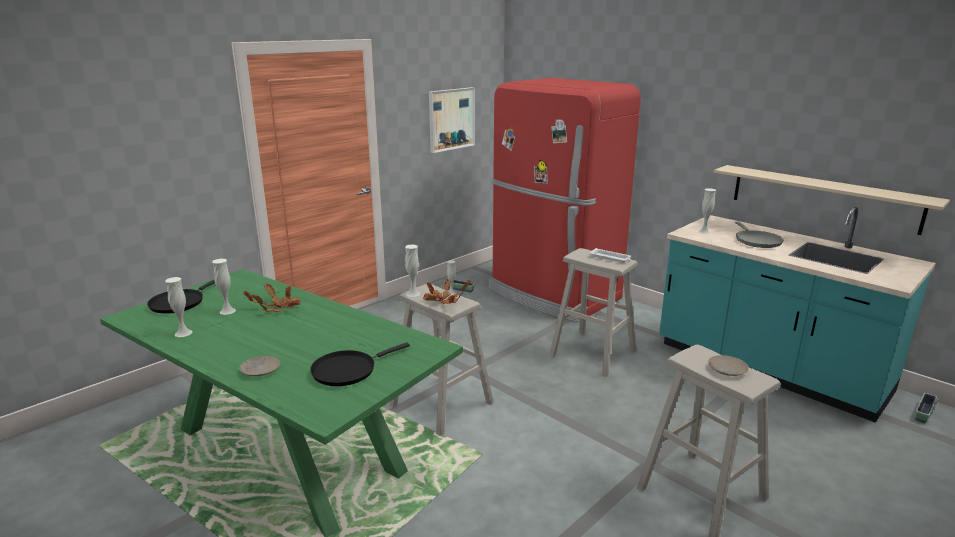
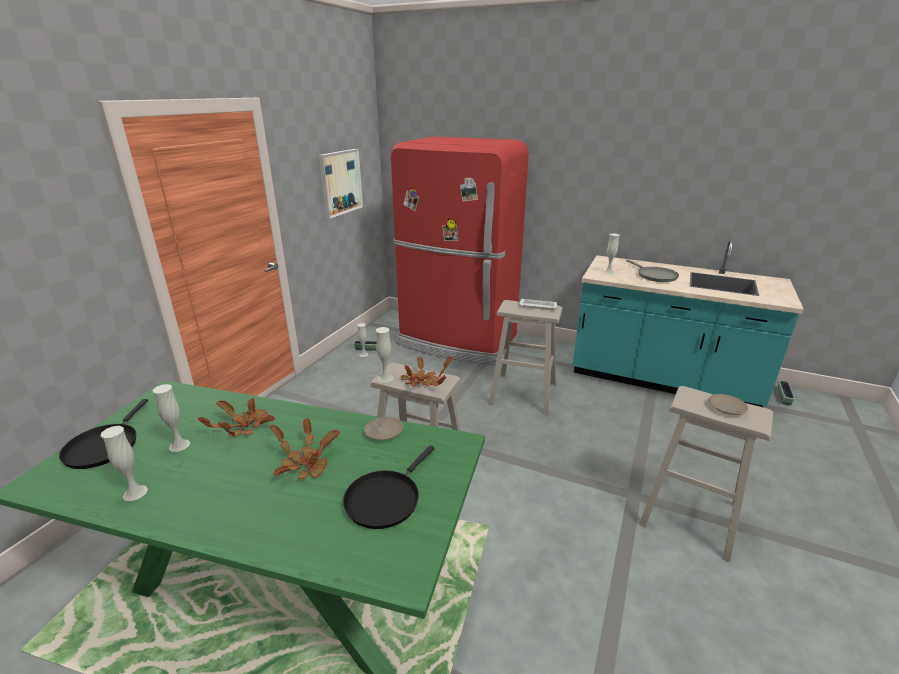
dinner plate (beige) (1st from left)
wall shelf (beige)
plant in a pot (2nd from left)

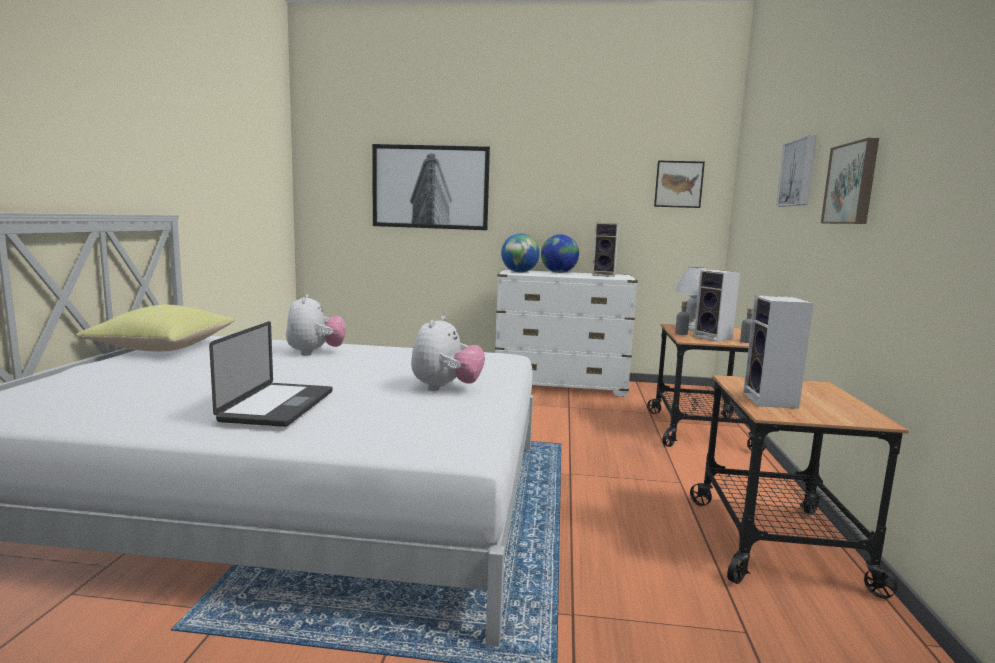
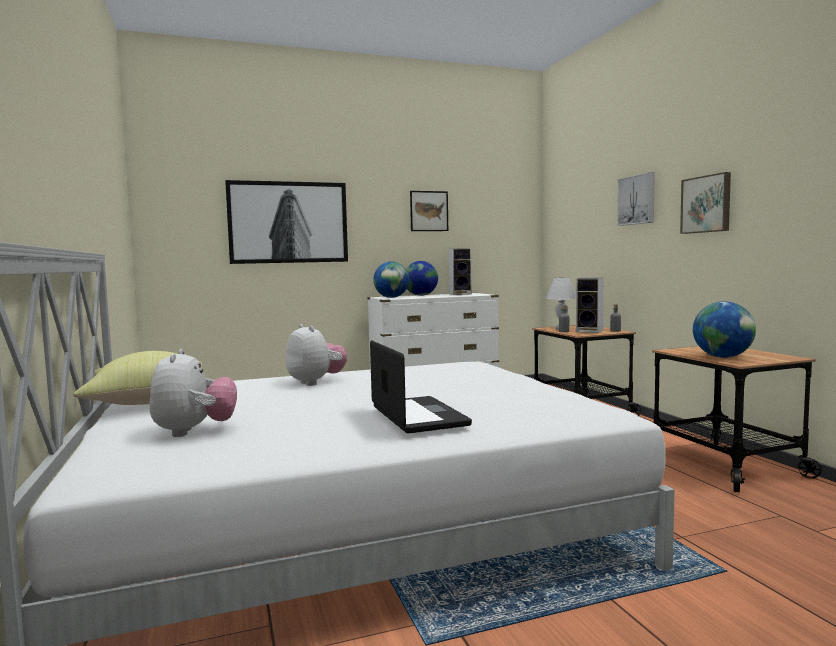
soft toy (1st from left)
picture (2nd from left)
desk globe (3rd from left)

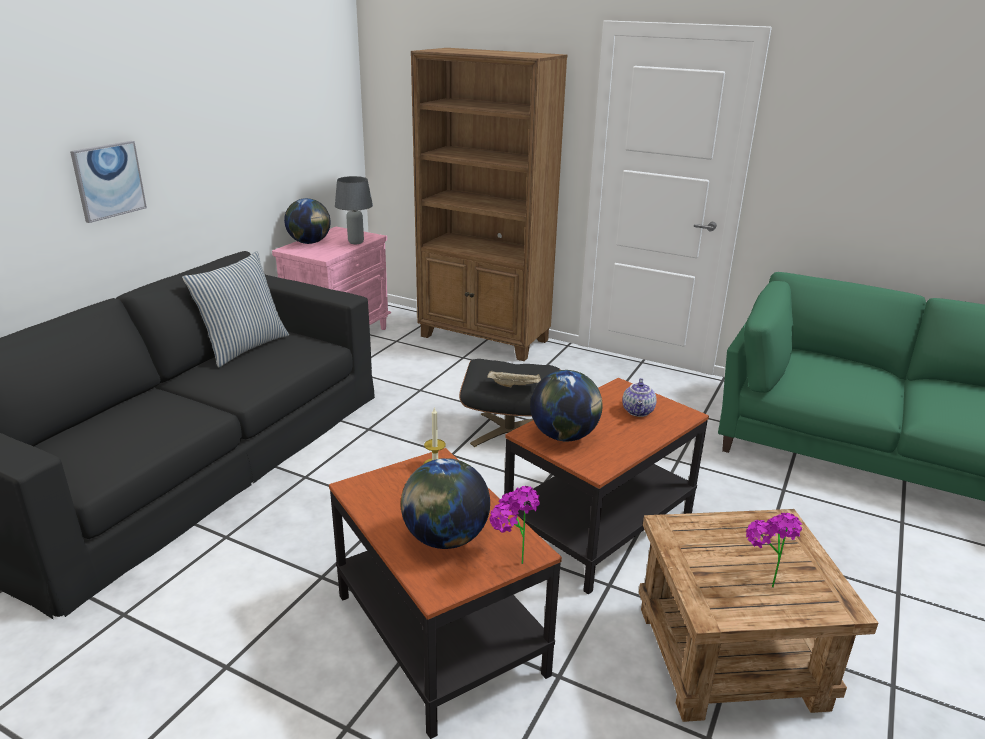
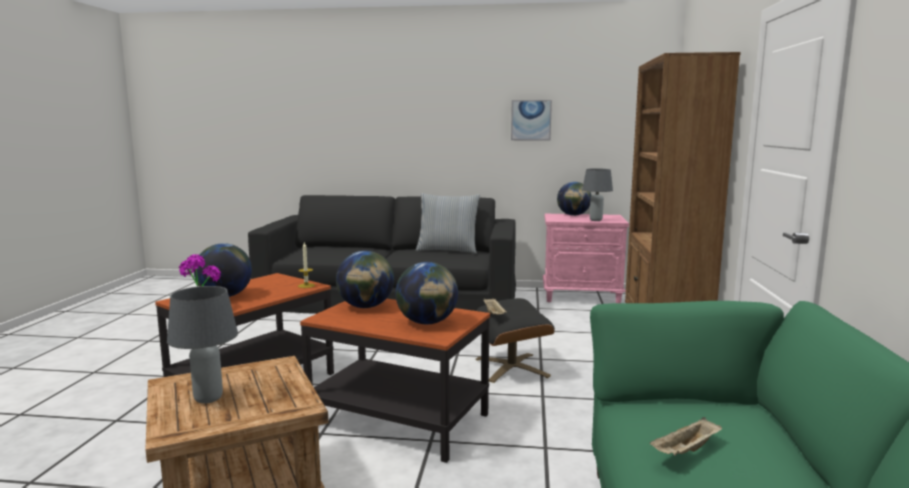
picture
desk globe (3rd from left)
tabletop lamp (gray) (1st from left)
serving tray (beige) (2nd from left)

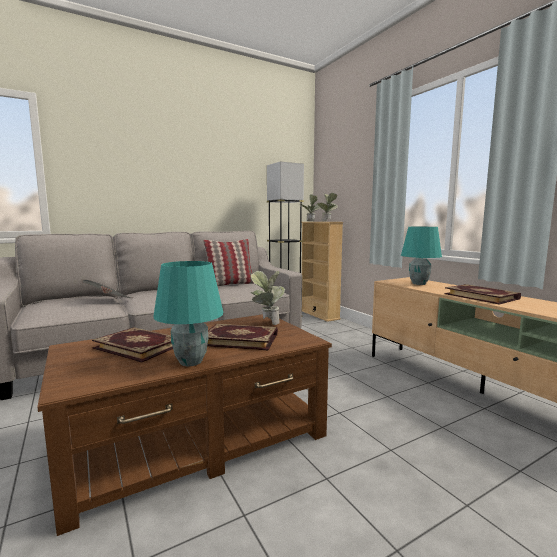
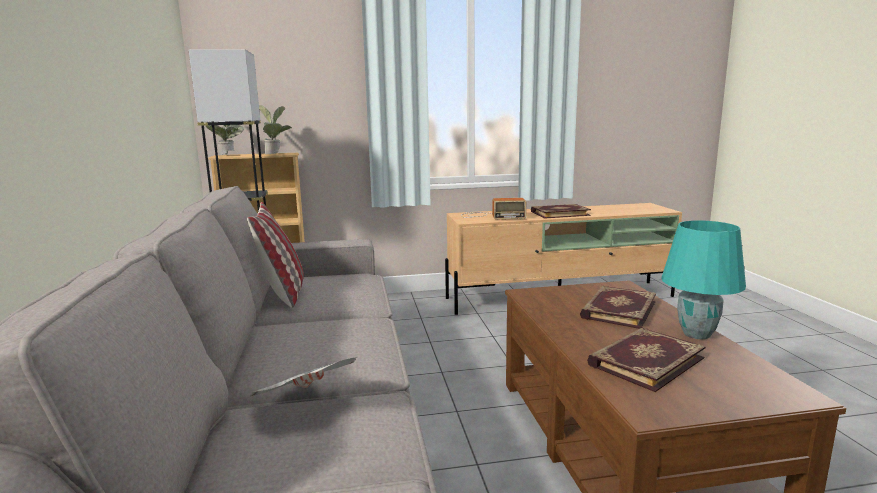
plant in a pot (1st from left in the first image)
radio set

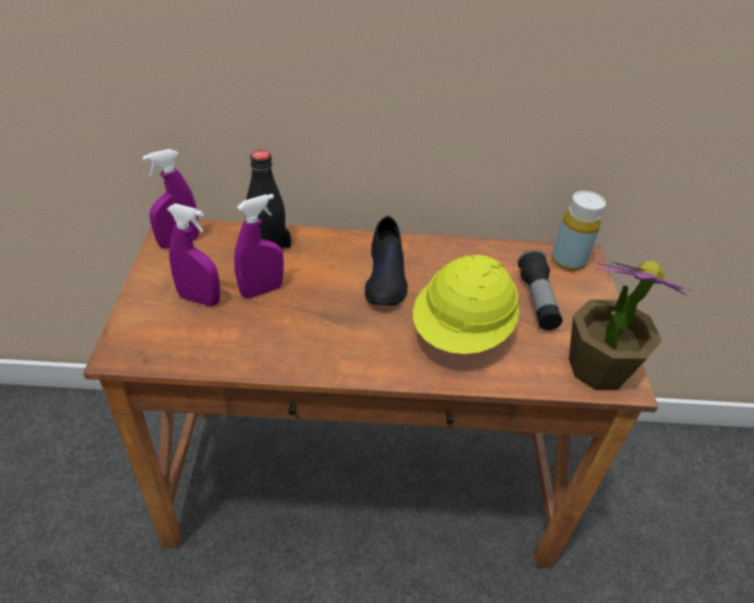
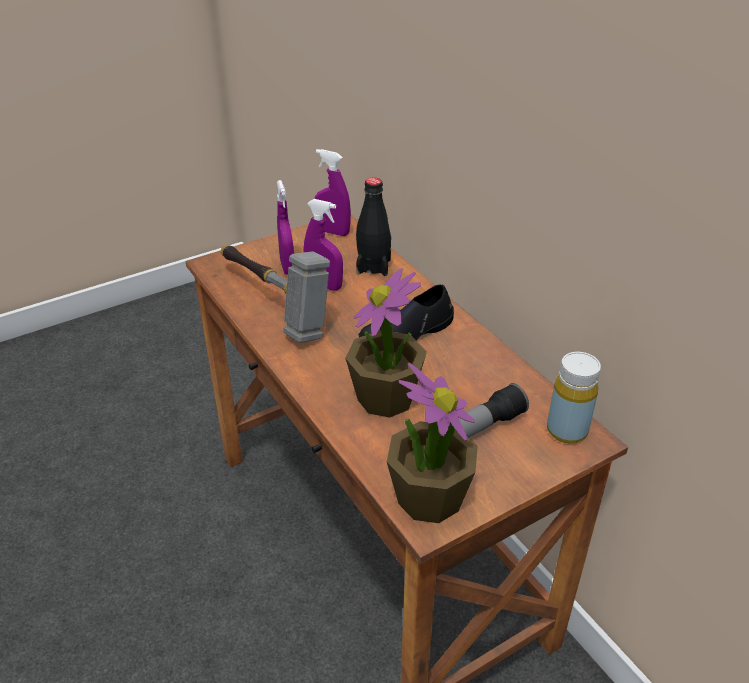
plant in a pot (1st from left)
tool hammer

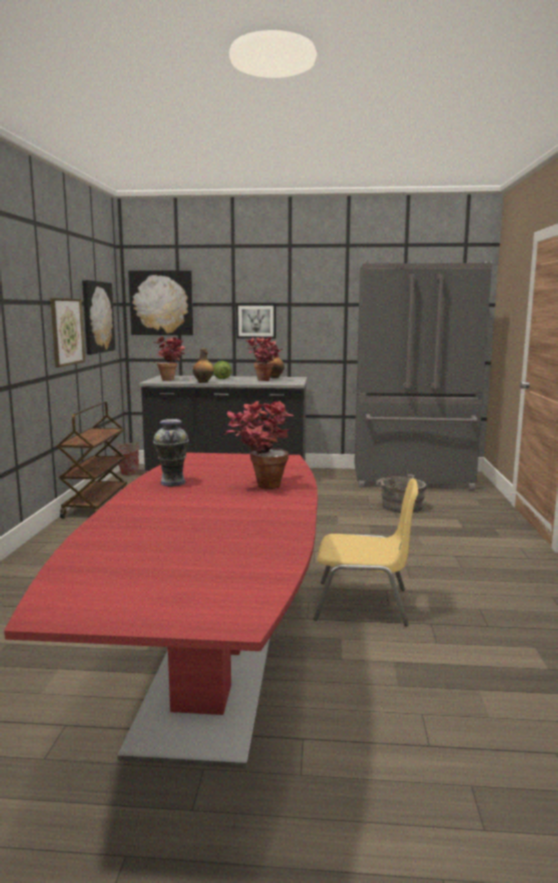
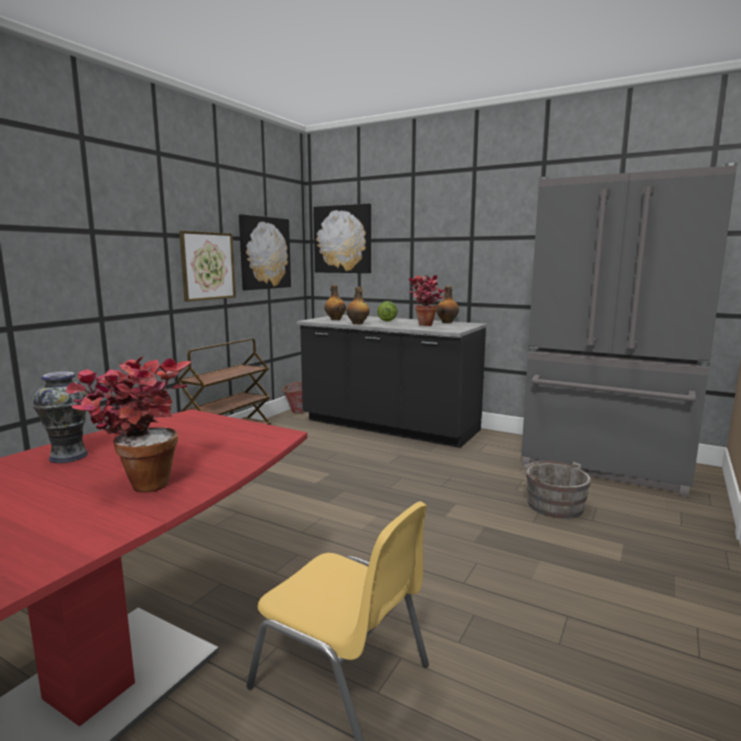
drink bottle (1st from left)
picture (4th from left in the first image)

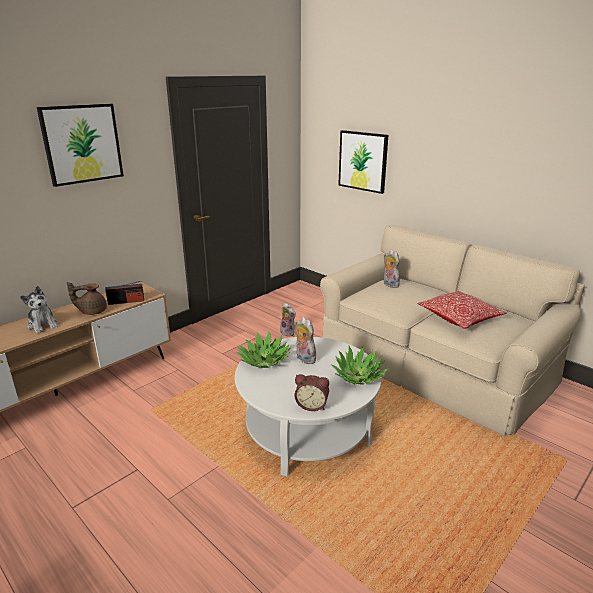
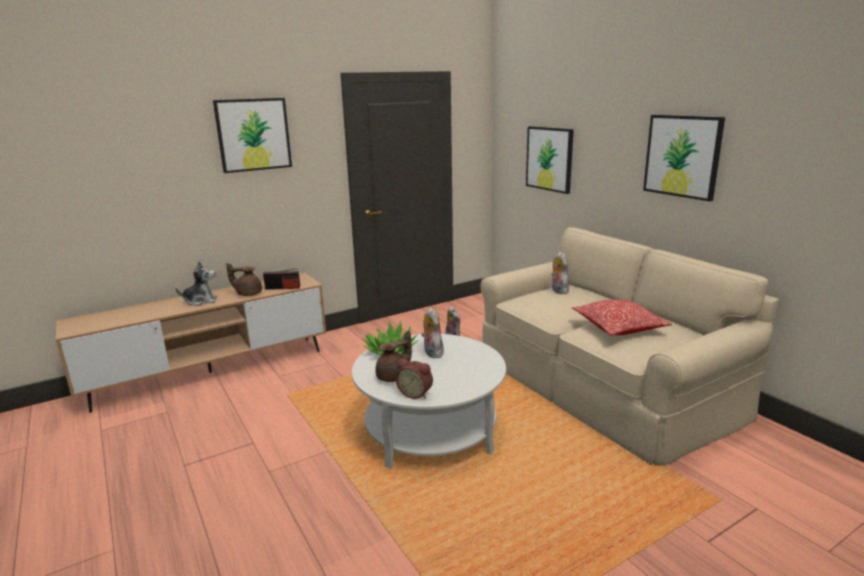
soft toy (1st from left)
plant in a pot (2nd from left in the first image)
teapot (brown-coloured) (2nd from left)
picture (3rd from left)

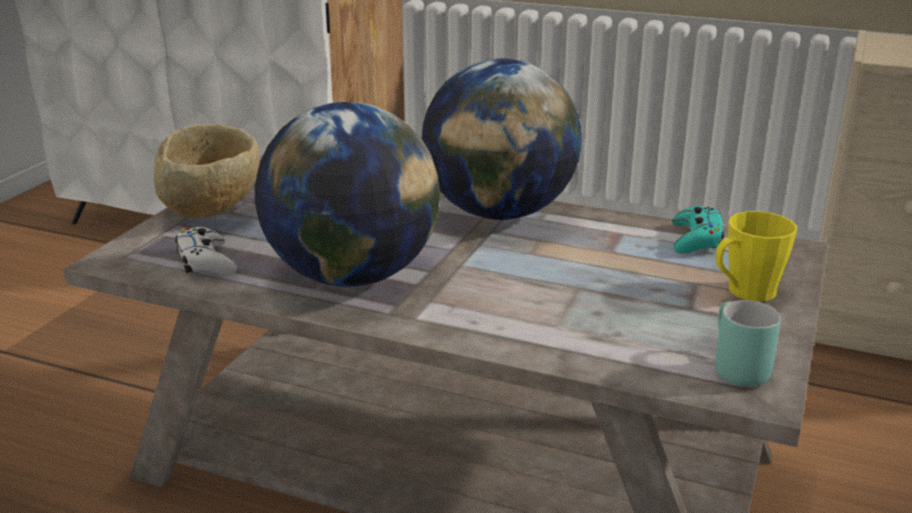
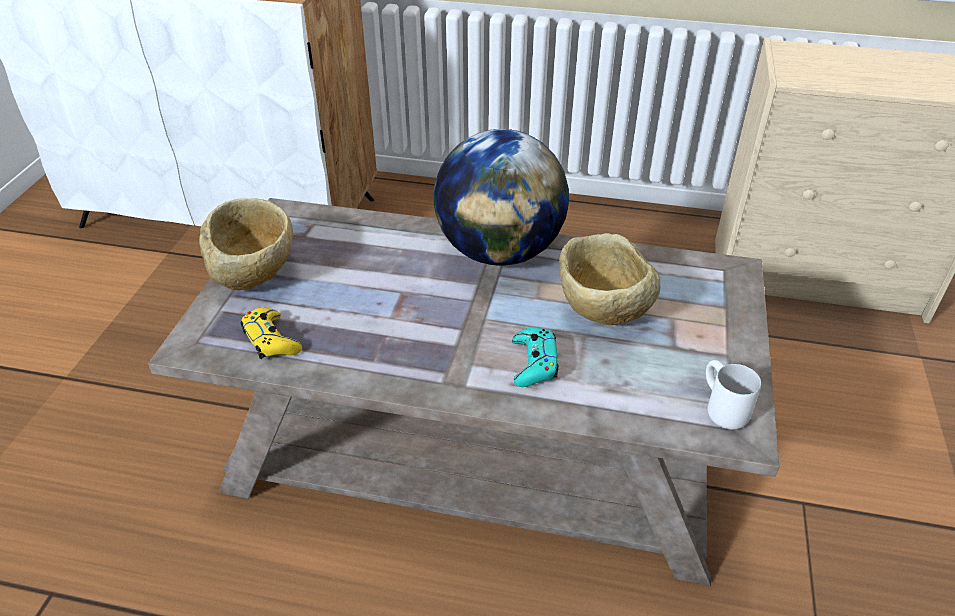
game controller (yellow)
desk globe (1st from left in the first image)
game controller (turquoise-coloured)
tea mug (yellow)
tea mug (whitish)
serving bowl (beige) (2nd from left)

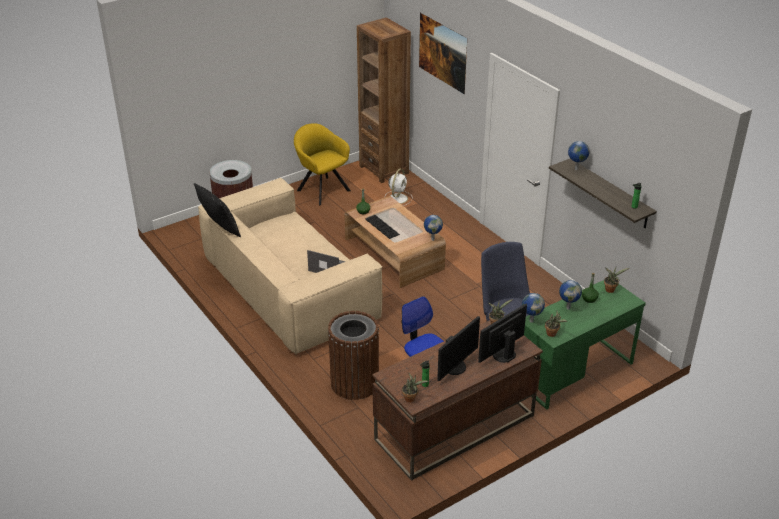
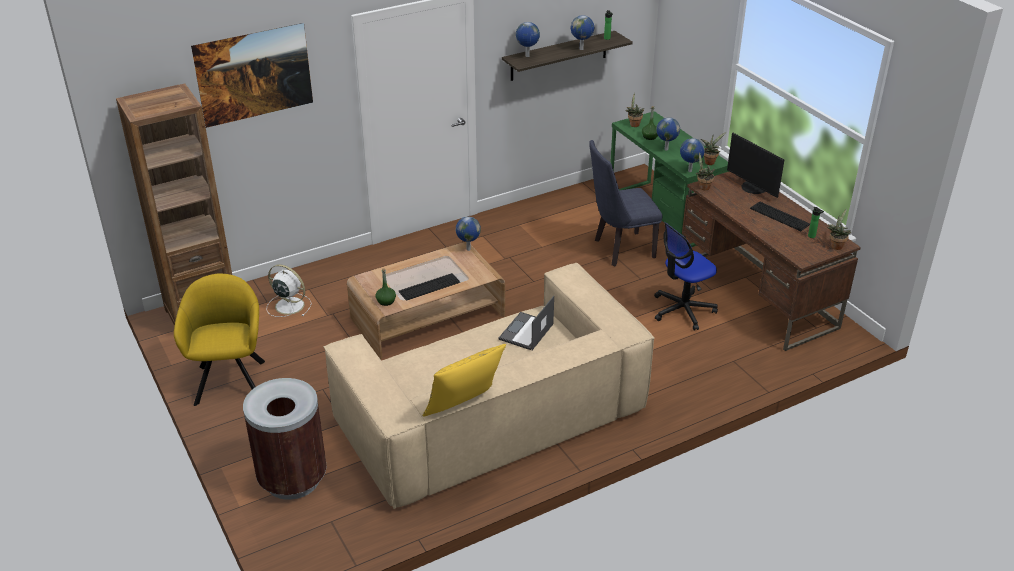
throw pillow (yellow)
lounge chair (yellow)
waste bin (brown-coloured) (2nd from left in the first image)
computer keyboard (2nd from left)
desk globe (3rd from left)

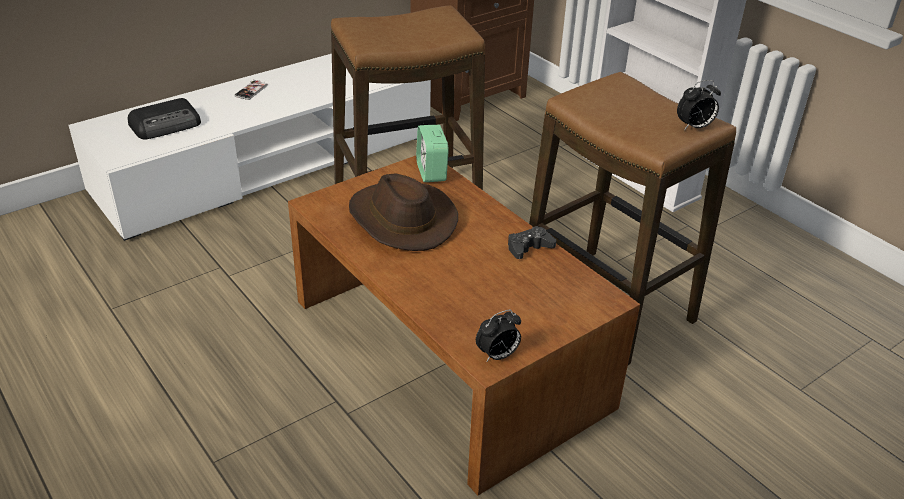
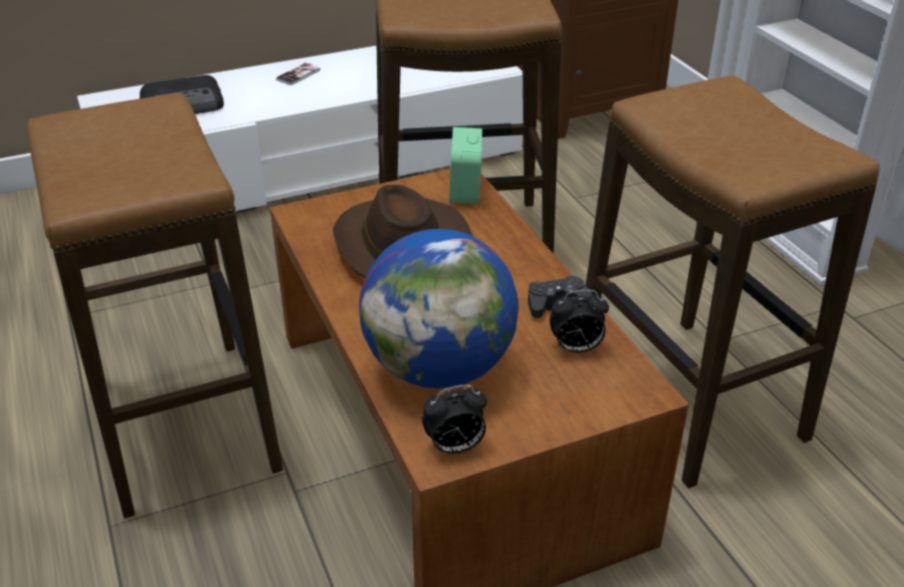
table clock (3rd from left)
sitting stool (1st from left)
desk globe

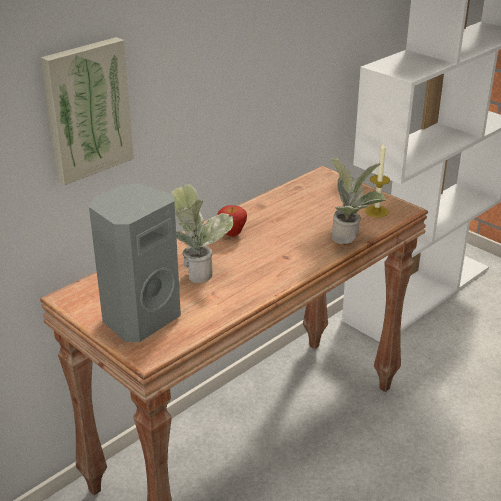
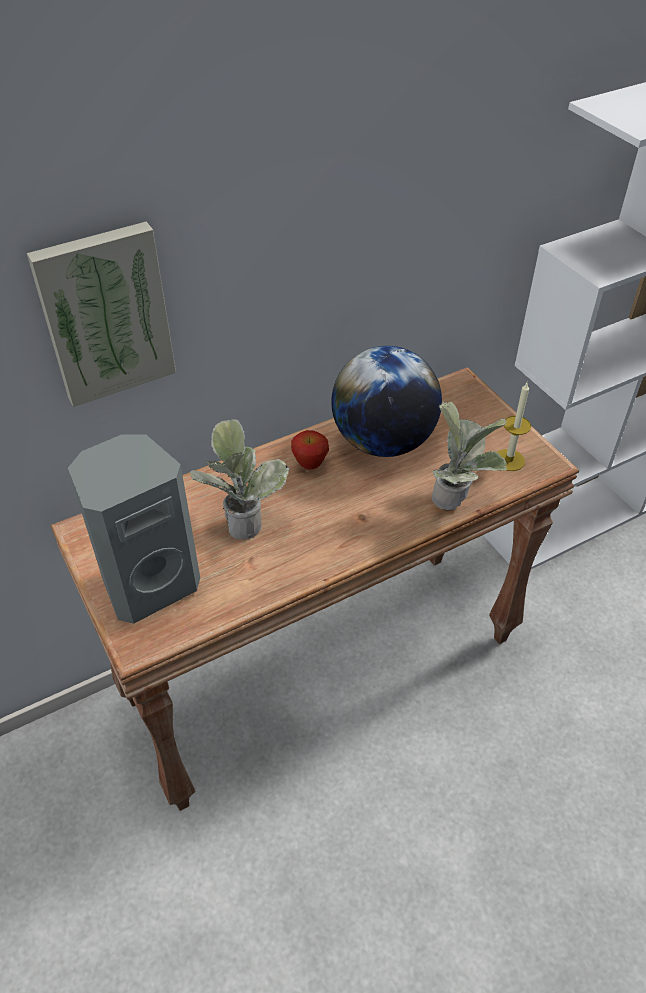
desk globe

